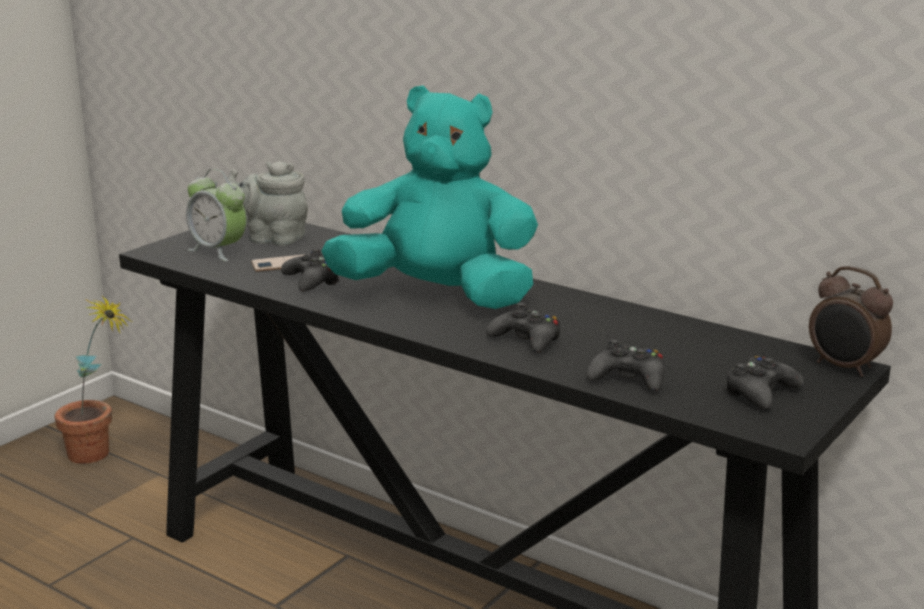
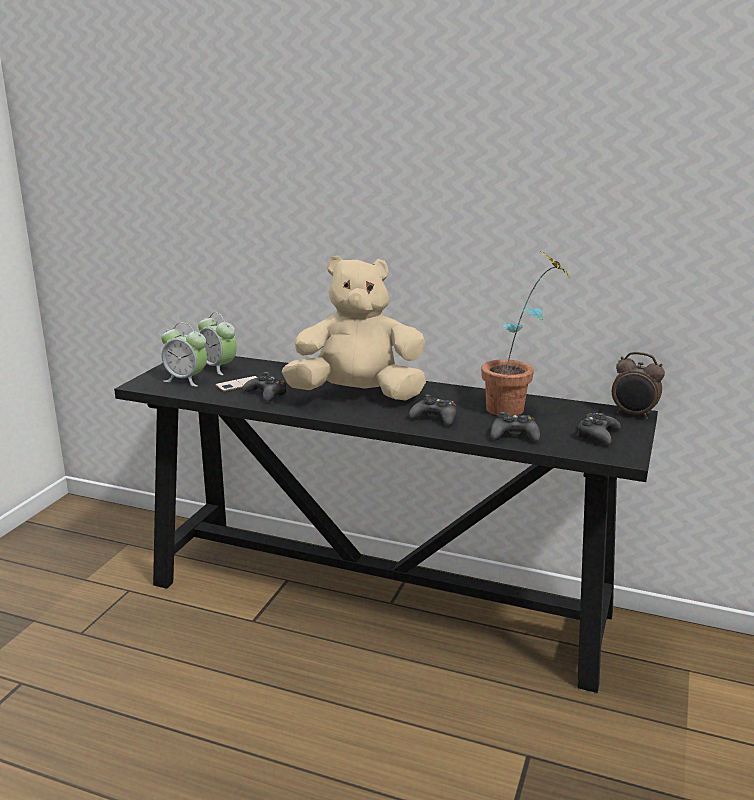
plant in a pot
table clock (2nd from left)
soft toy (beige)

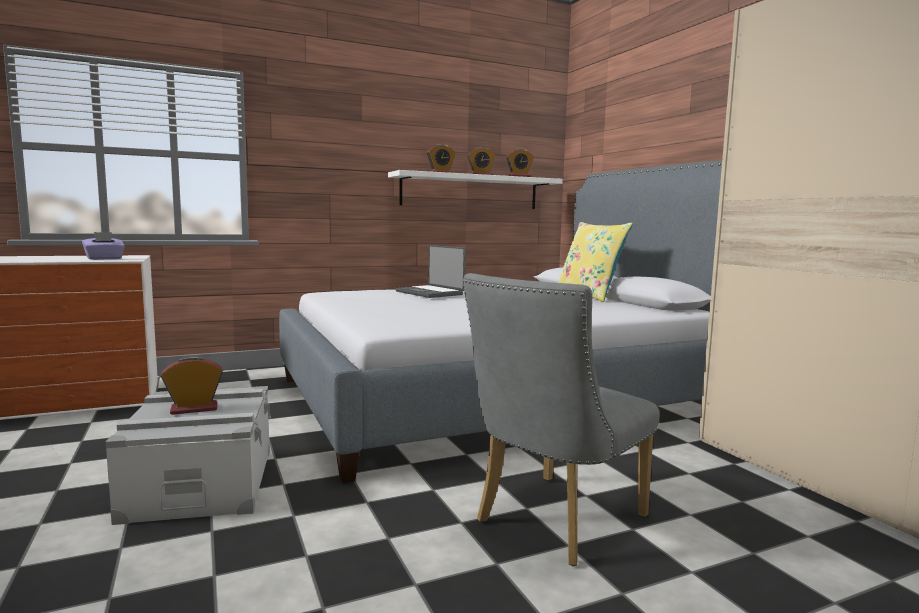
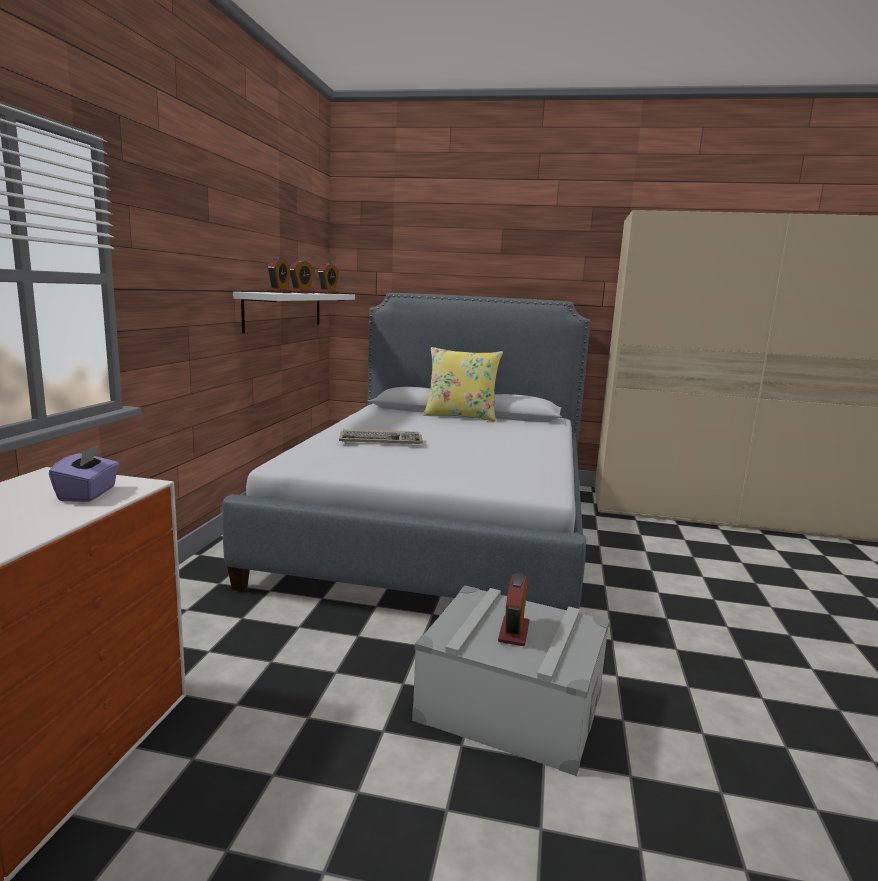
computer keyboard
plain chair (gray)

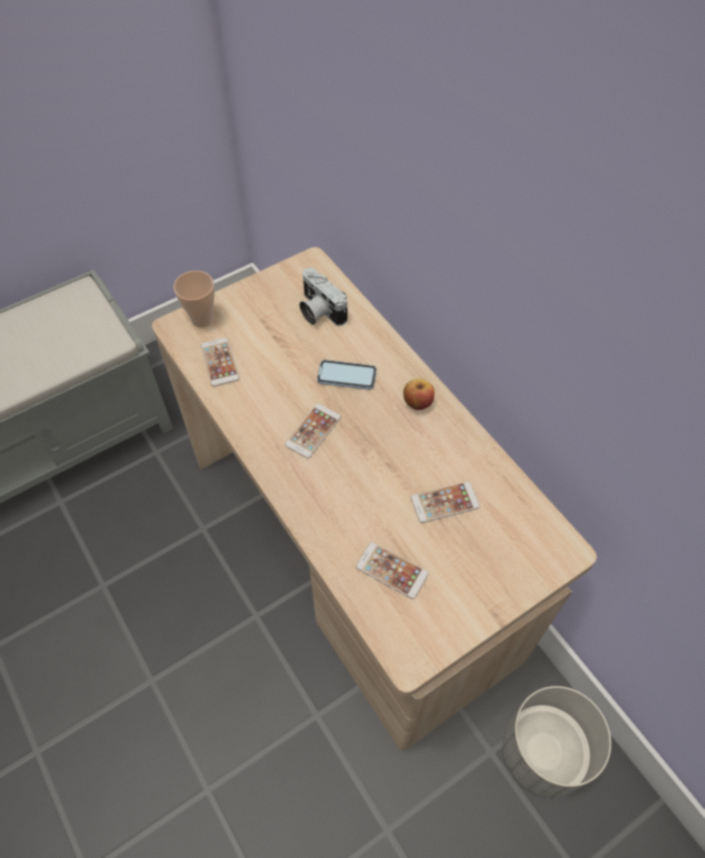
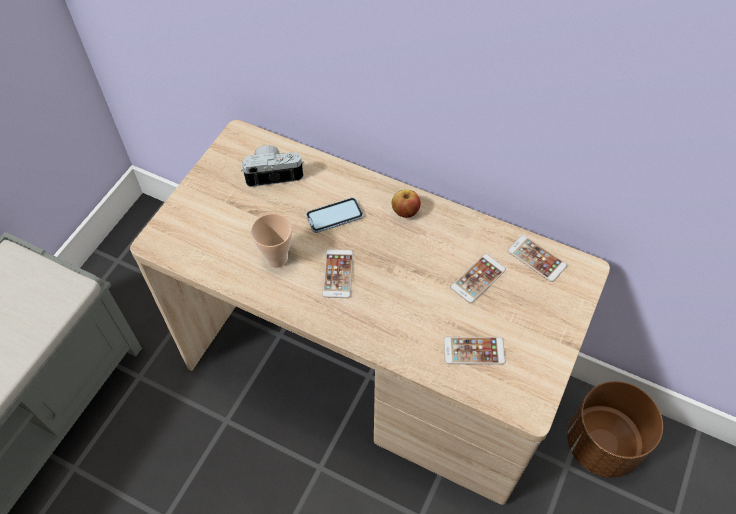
cup
phone (5th from left)
still camera
plant pot (brown-coloured)

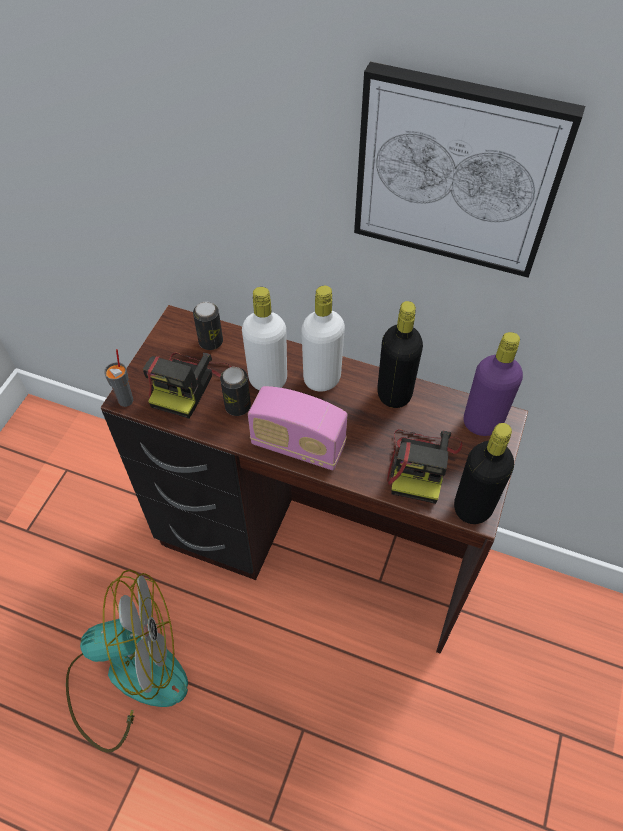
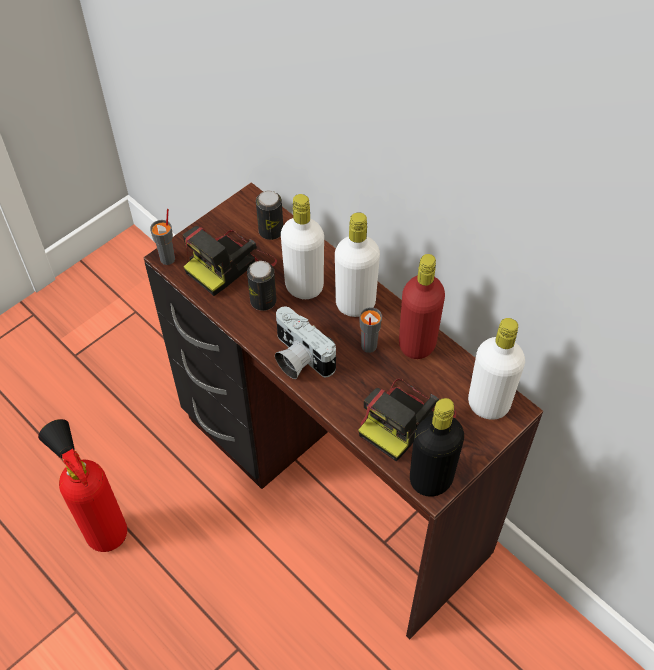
fire-fighting cylinder
still camera (2nd from left)
picture
drink bottle (reddish)
drink bottle (whitish) (3rd from left)
cup (gray) (2nd from left)

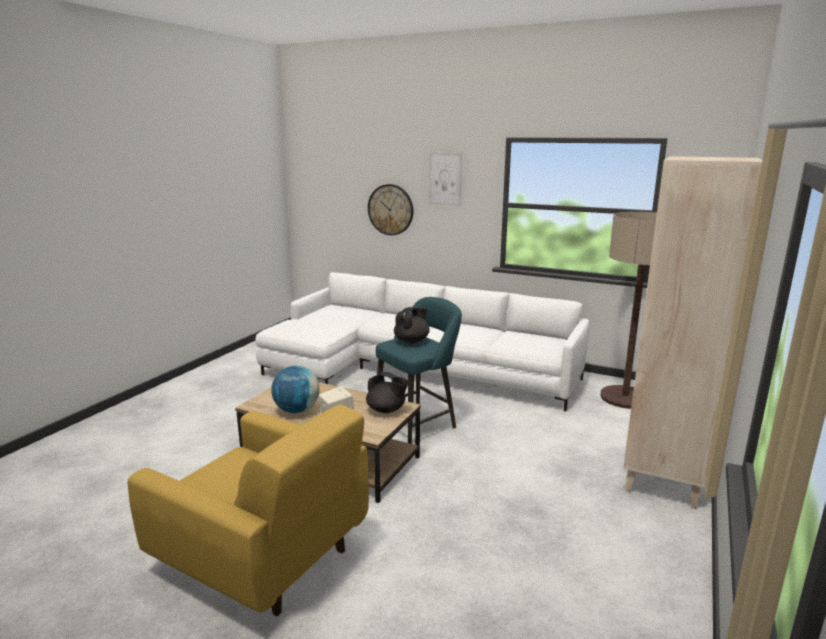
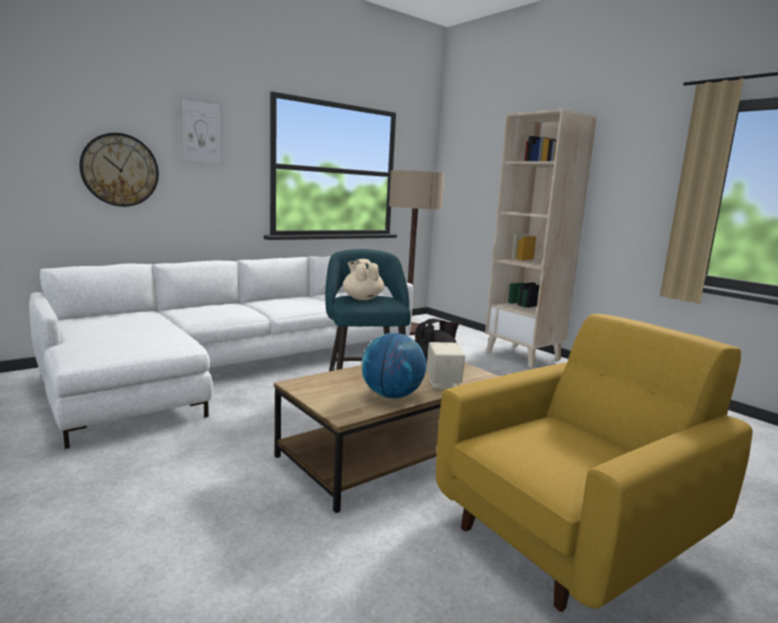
teapot (beige)

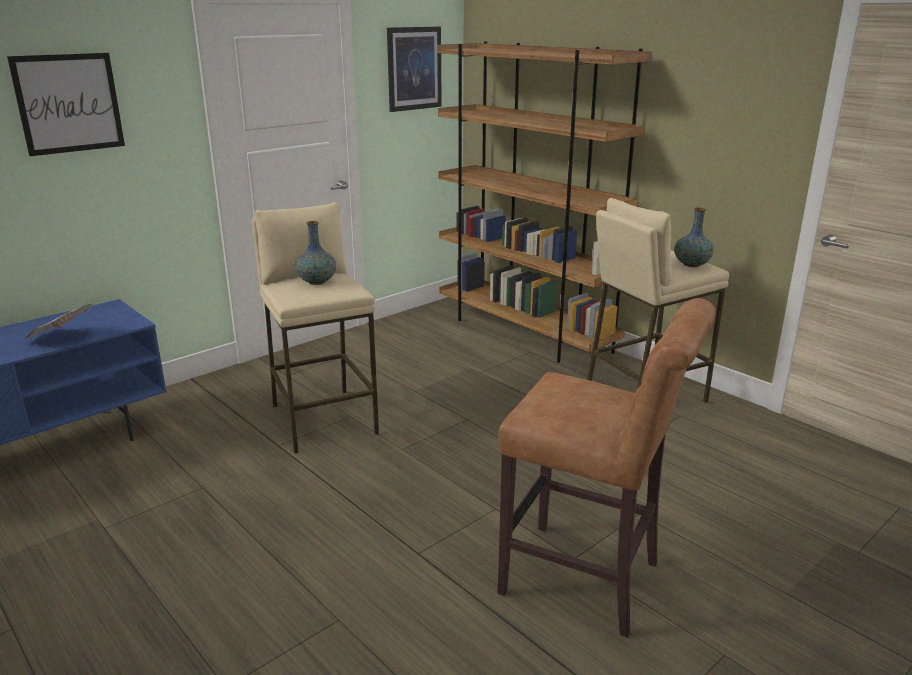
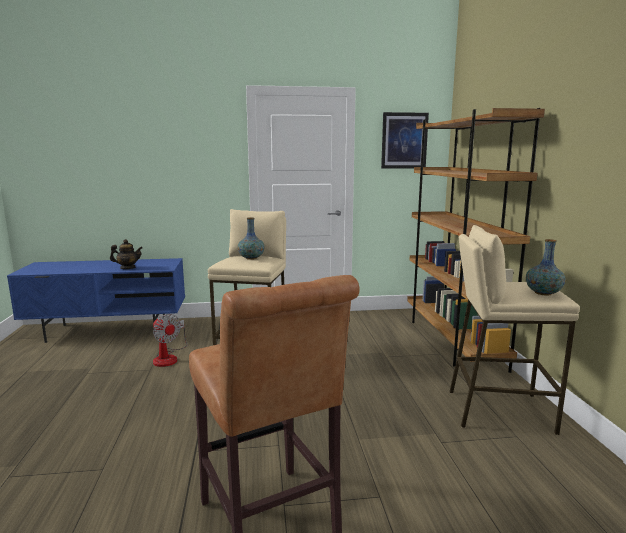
picture (1st from left in the first image)
teapot
fan

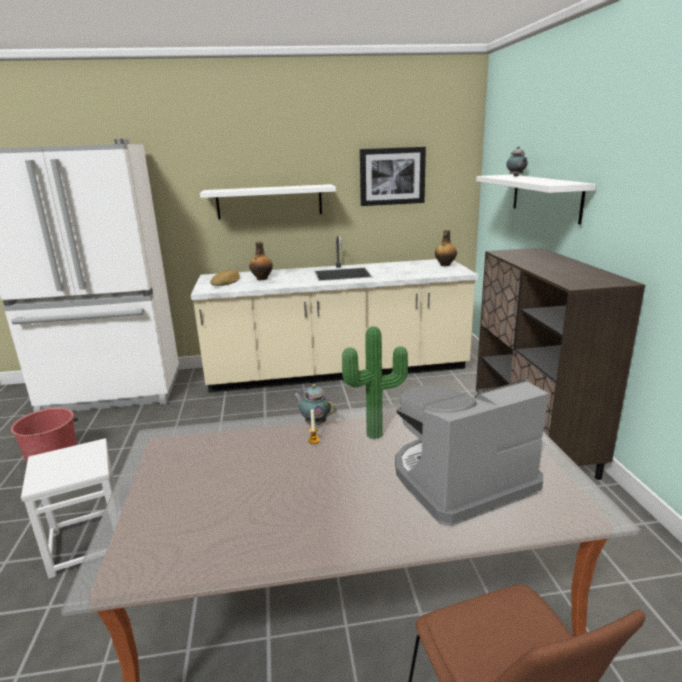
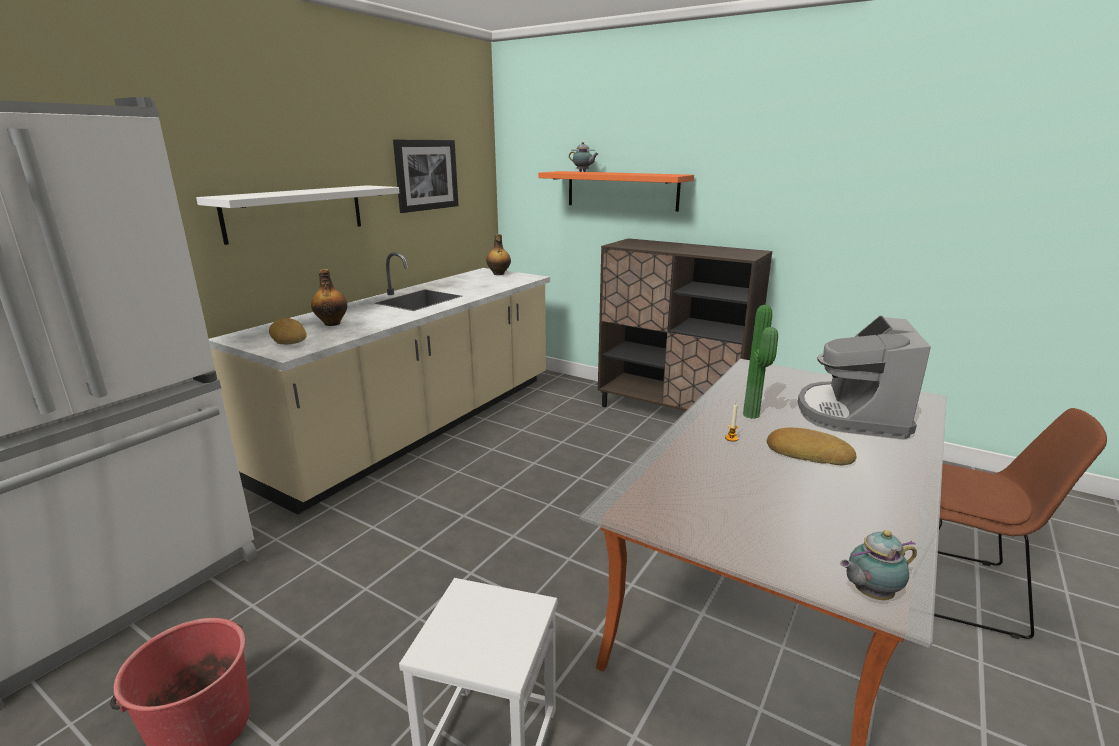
teapot (2nd from left)
wall shelf (orangey)
bread (2nd from left)

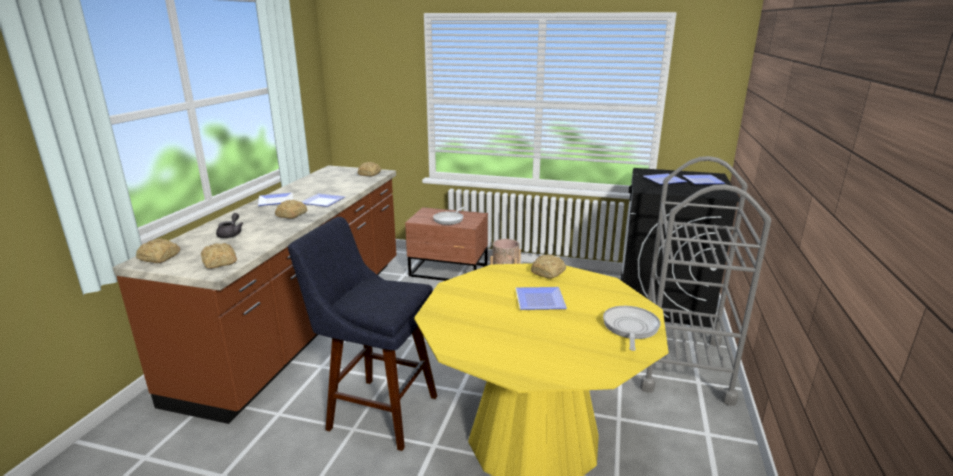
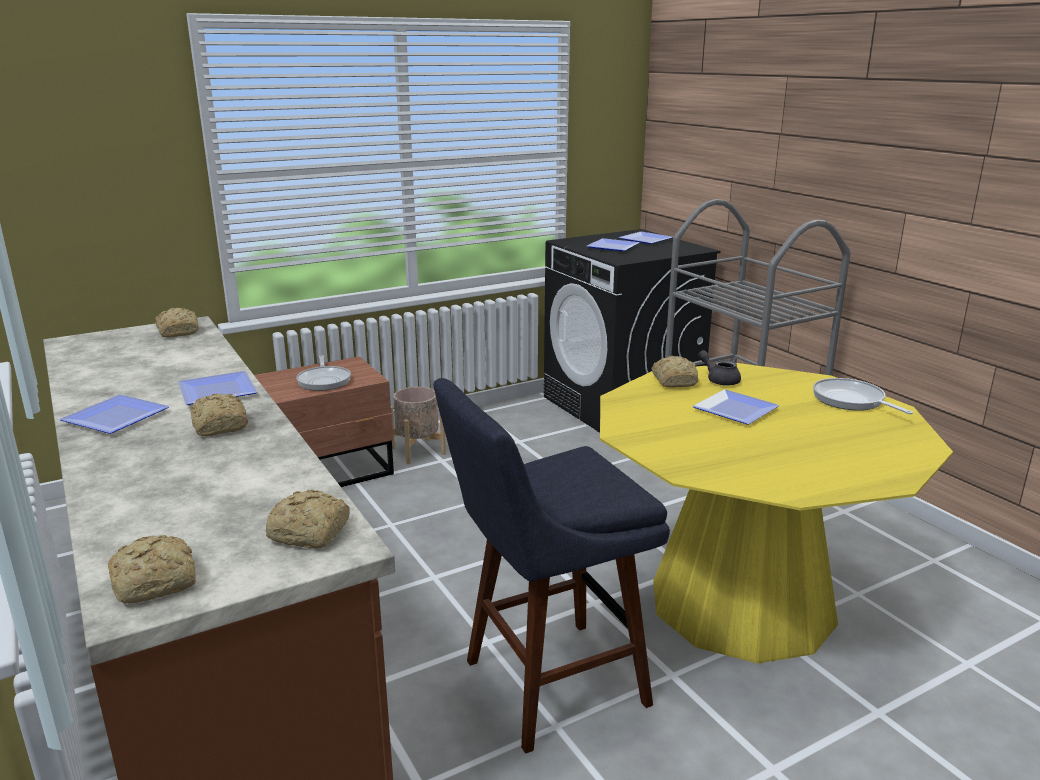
teapot (gray)

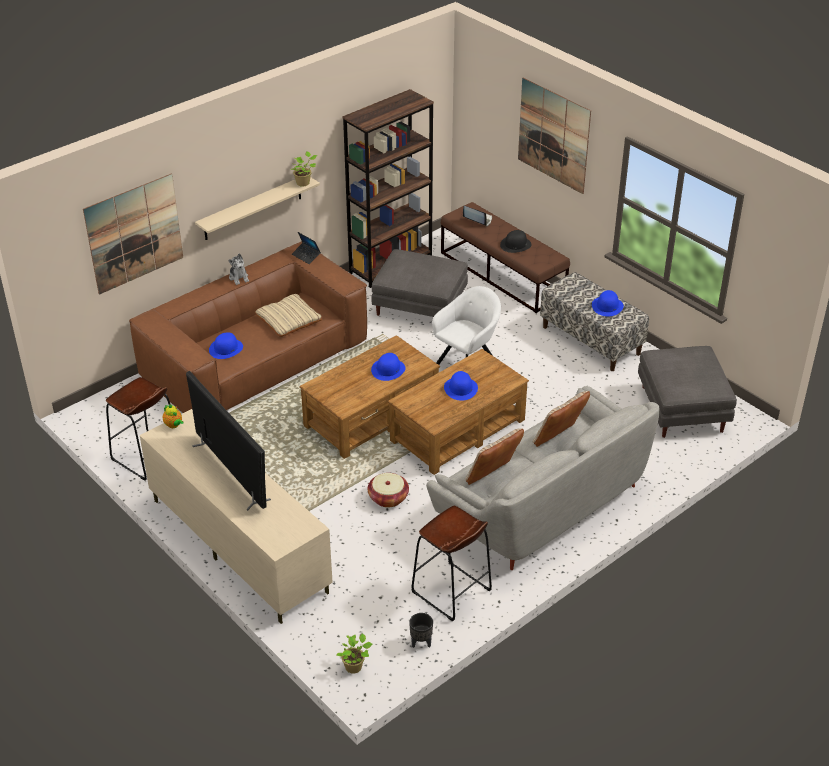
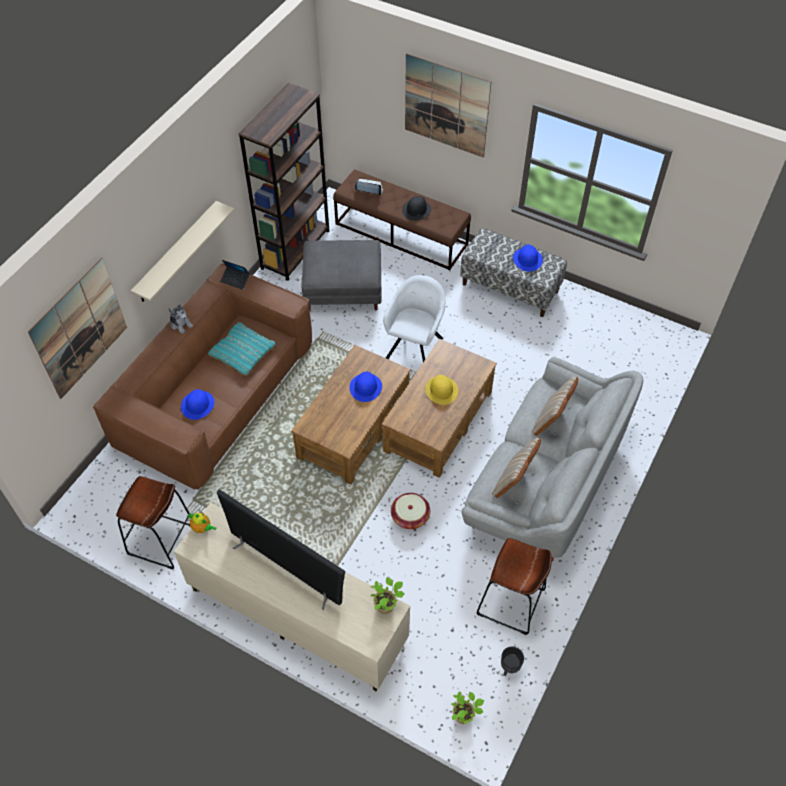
throw pillow (turquoise-coloured)
plant in a pot (1st from left)
hat (yellow)
footrest (gray) (2nd from left in the first image)

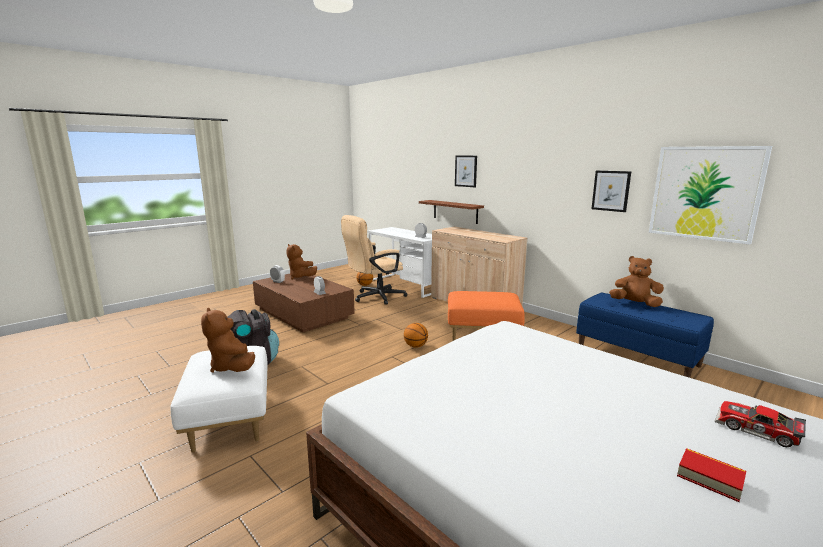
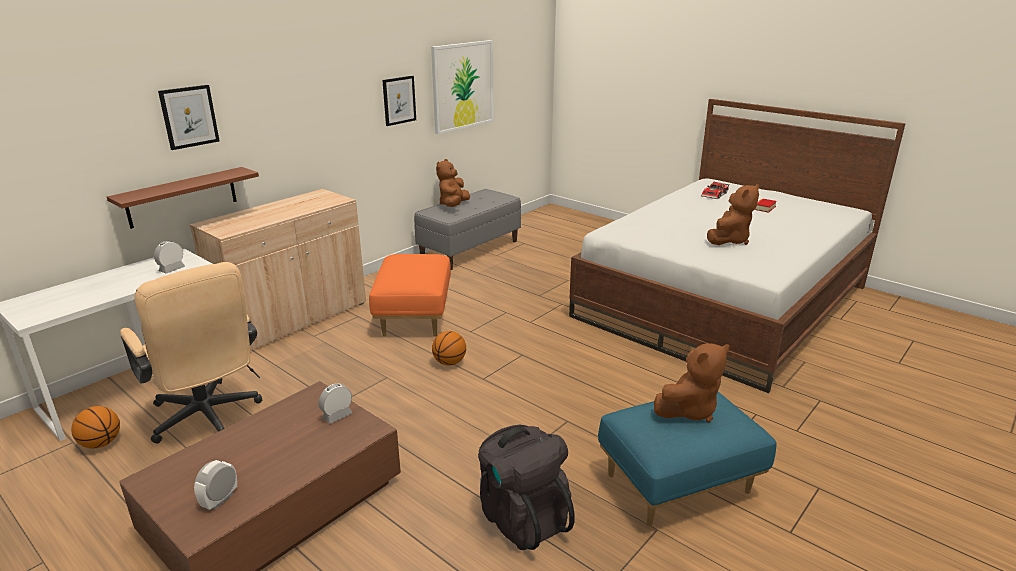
footrest (blue-coloured)
soft toy (brown-coloured) (3rd from left)
long seat (gray)

